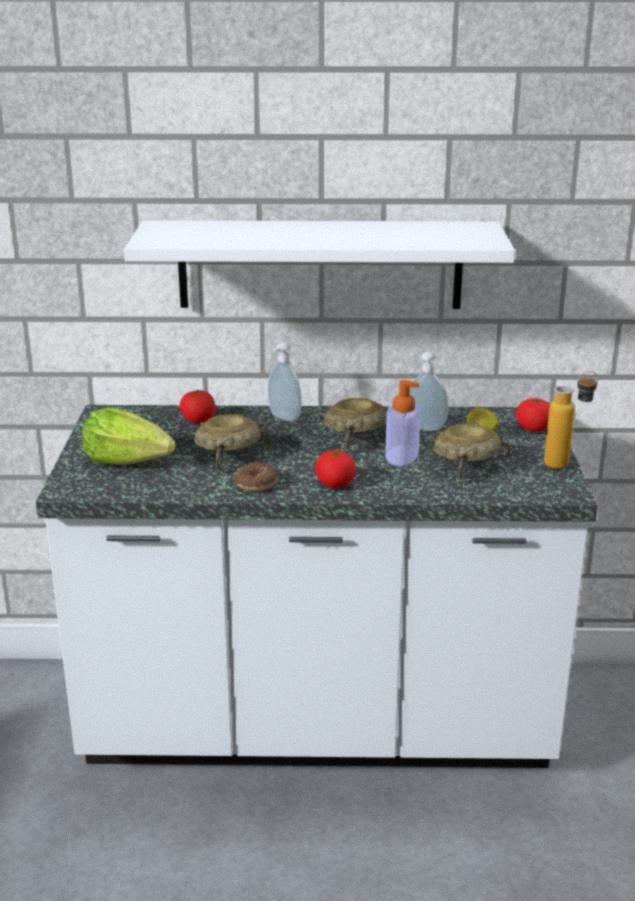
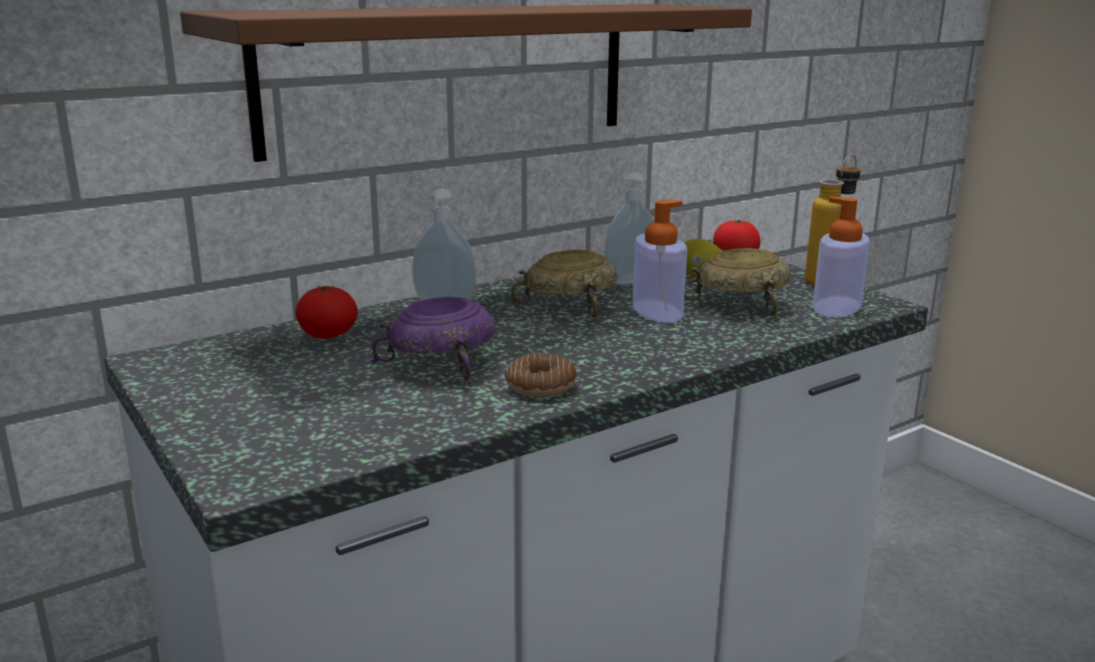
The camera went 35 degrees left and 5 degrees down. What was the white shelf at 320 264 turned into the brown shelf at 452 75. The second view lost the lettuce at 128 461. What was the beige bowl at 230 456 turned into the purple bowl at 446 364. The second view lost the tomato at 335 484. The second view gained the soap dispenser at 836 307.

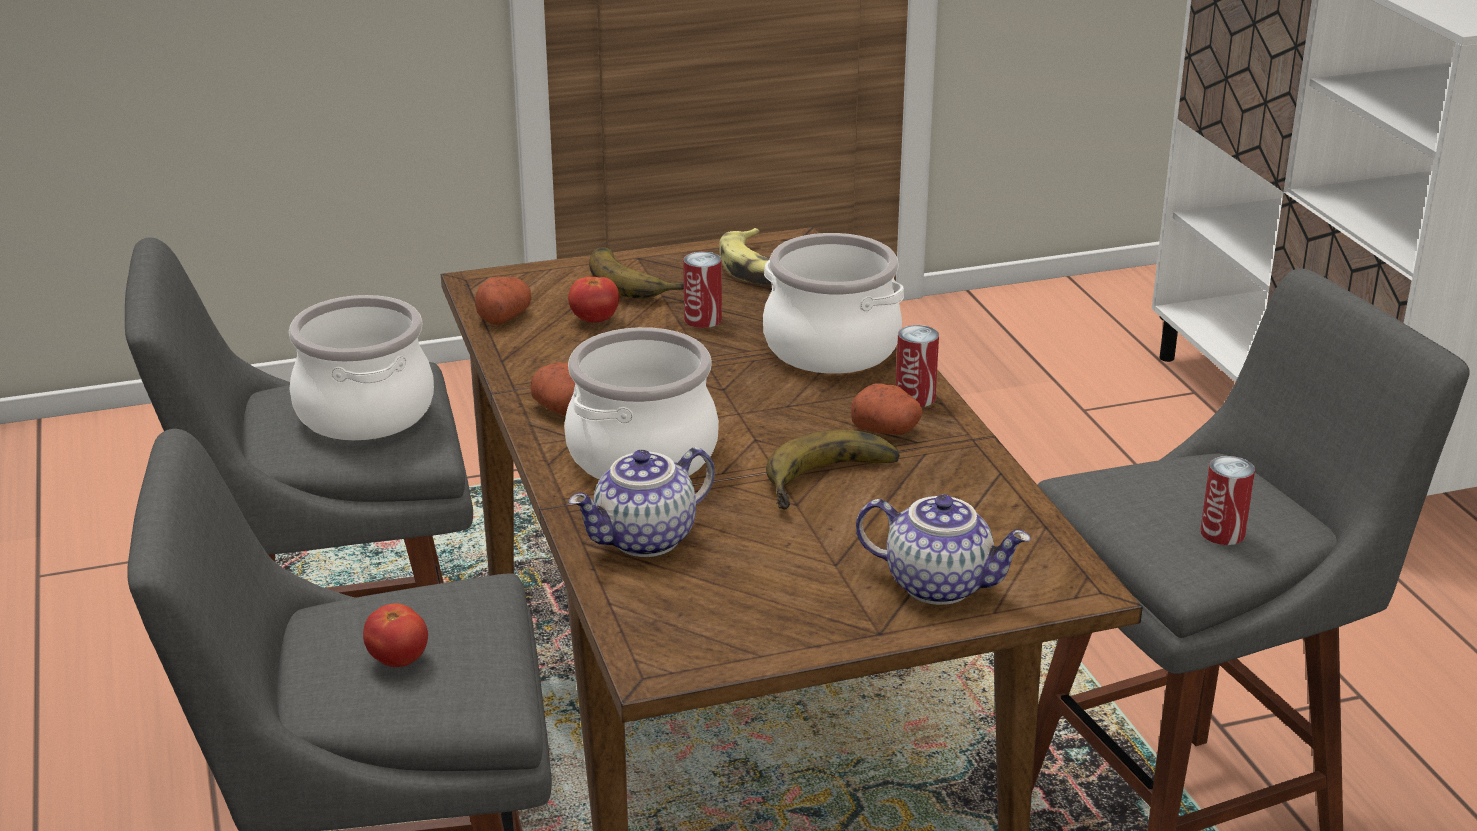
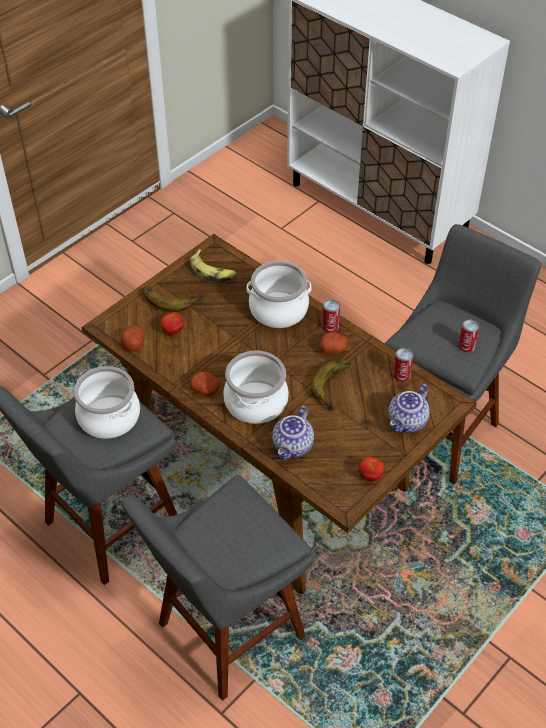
The camera went 30 degrees left and 20 degrees up. The can ended up elsewhere, having gone from 703 319 to 401 375. The teapot at 940 584 ended up facing another way, 135 degrees clockwise from before. The tomato ended up elsewhere, having gone from 398 660 to 370 475.

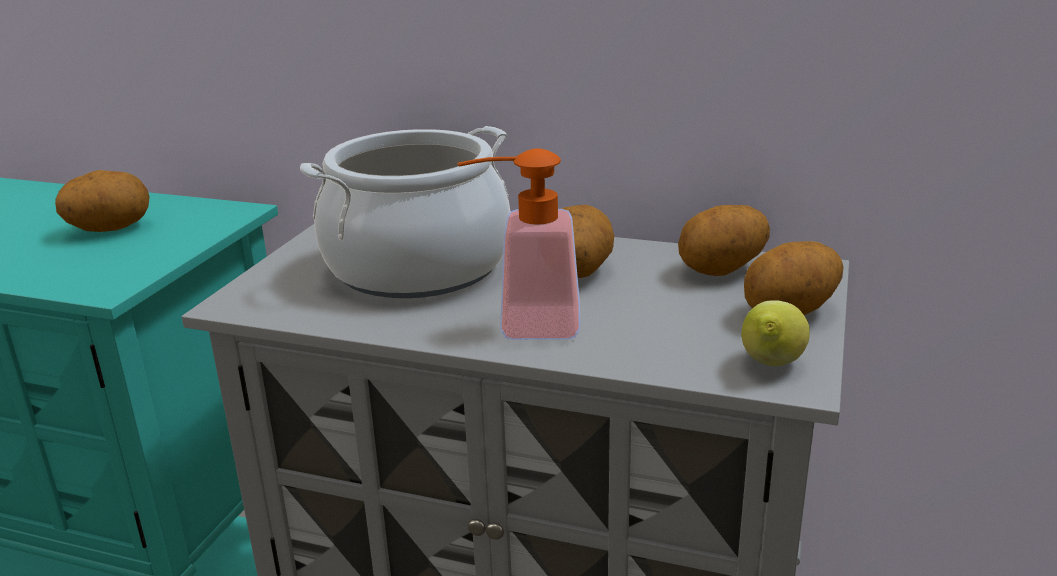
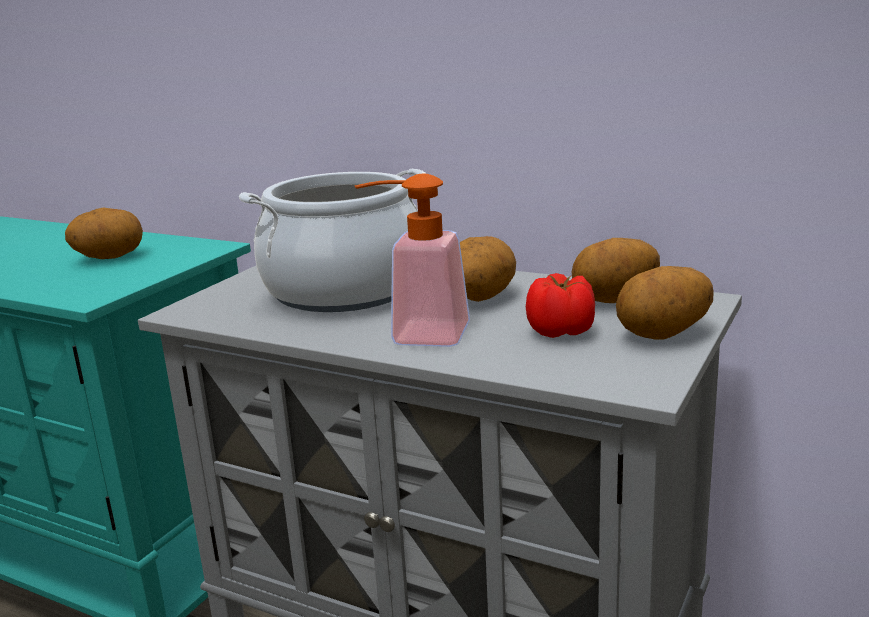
The camera went 10 degrees right and 5 degrees down. The second view lost the lemon at 770 366. The second view gained the tomato at 562 332.

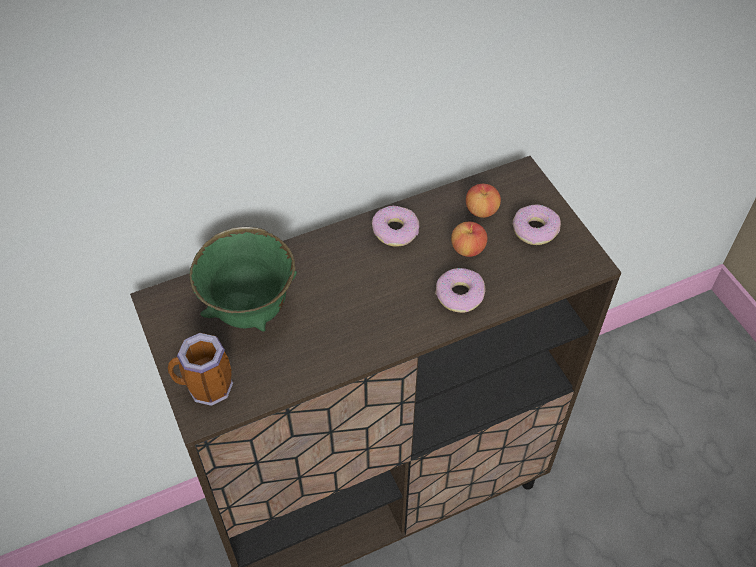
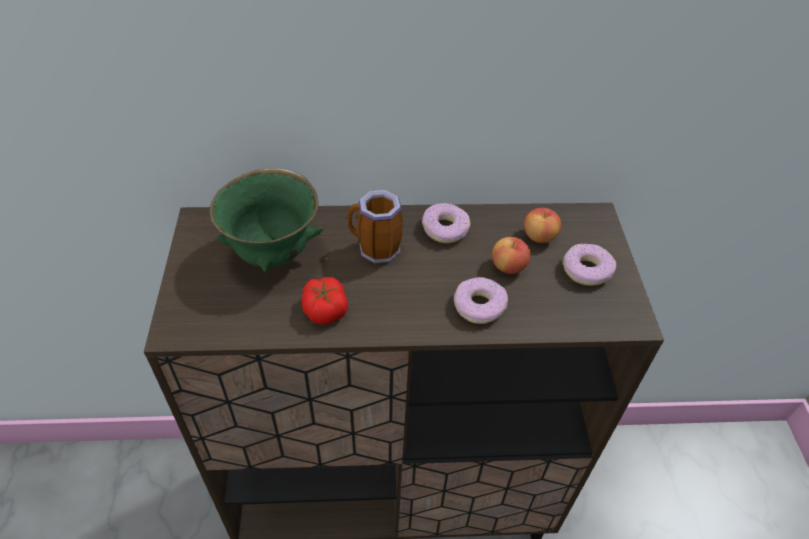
The camera went 20 degrees right and 5 degrees down. The mug ended up elsewhere, having gone from 206 390 to 375 250. The second view gained the tomato at 324 309.

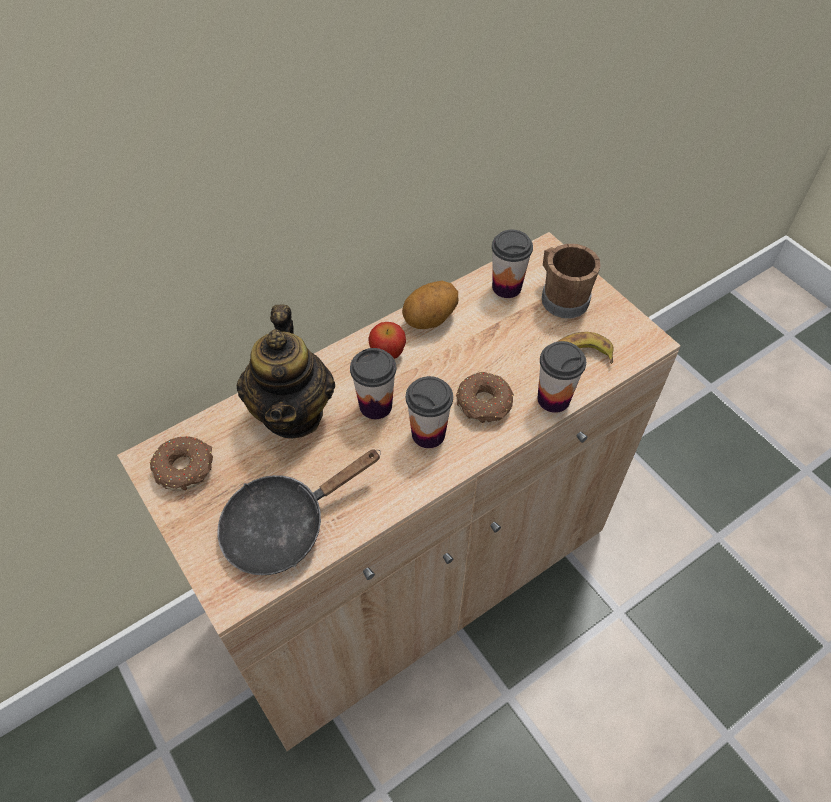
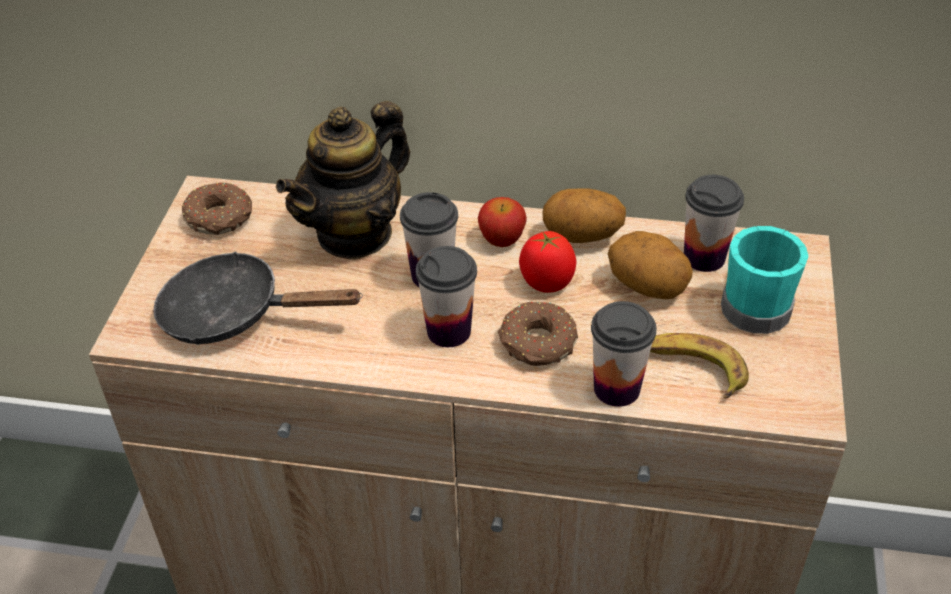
The camera went 45 degrees right and 10 degrees down. What was the brown mug at 561 297 turned into the turquoise mug at 756 304. The second view gained the tomato at 546 284. The second view gained the potato at 647 287.

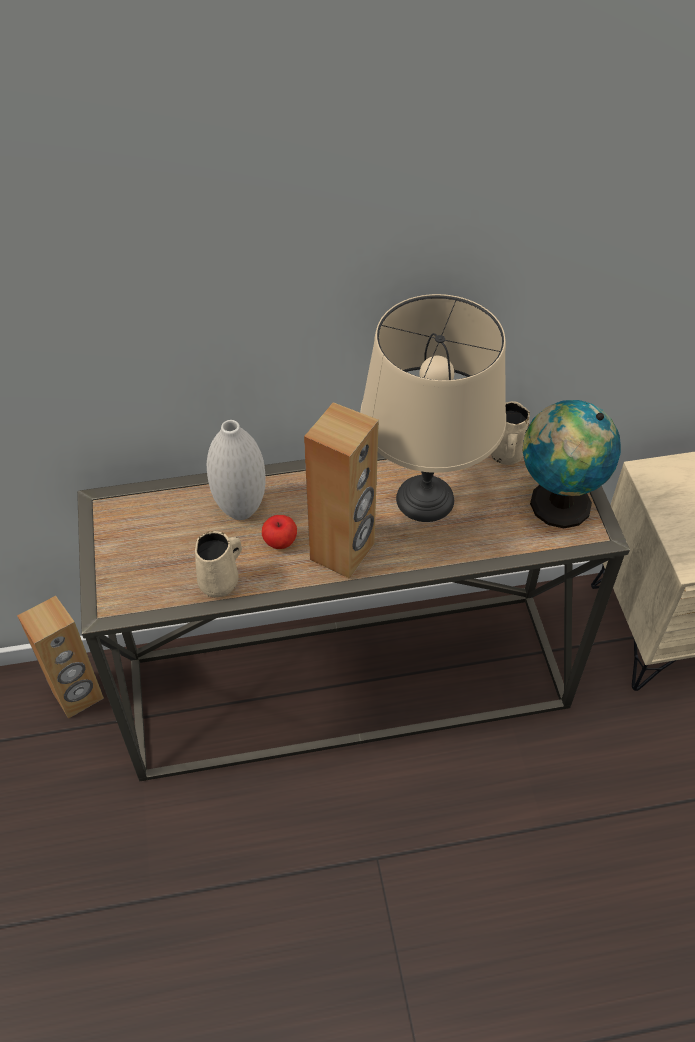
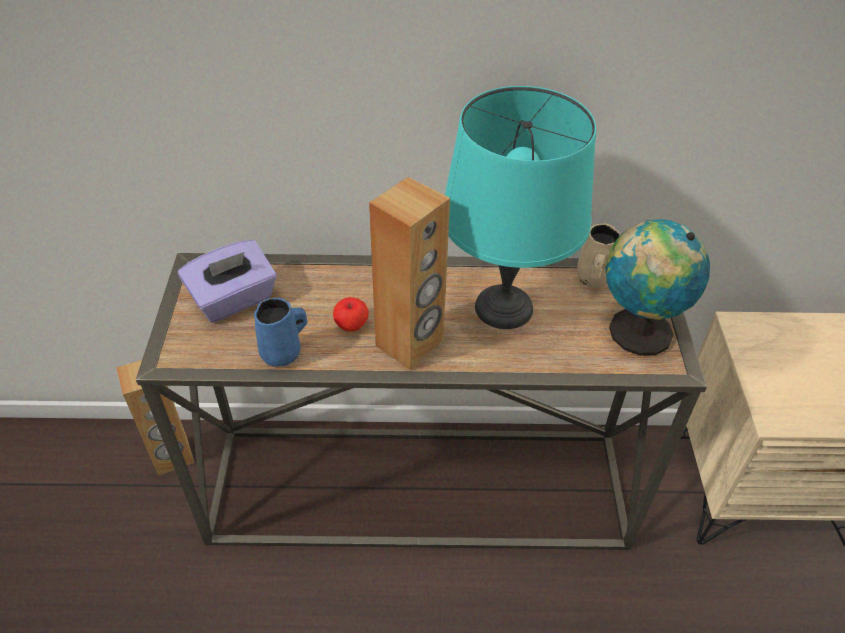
The camera went 10 degrees right and 5 degrees down. What was the beige table lamp at 423 498 turned into the turquoise table lamp at 502 307. The second view lost the white vase at 241 510. What was the beige mug at 221 582 turned into the blue mug at 283 353. The second view gained the purple tissue box at 234 300.

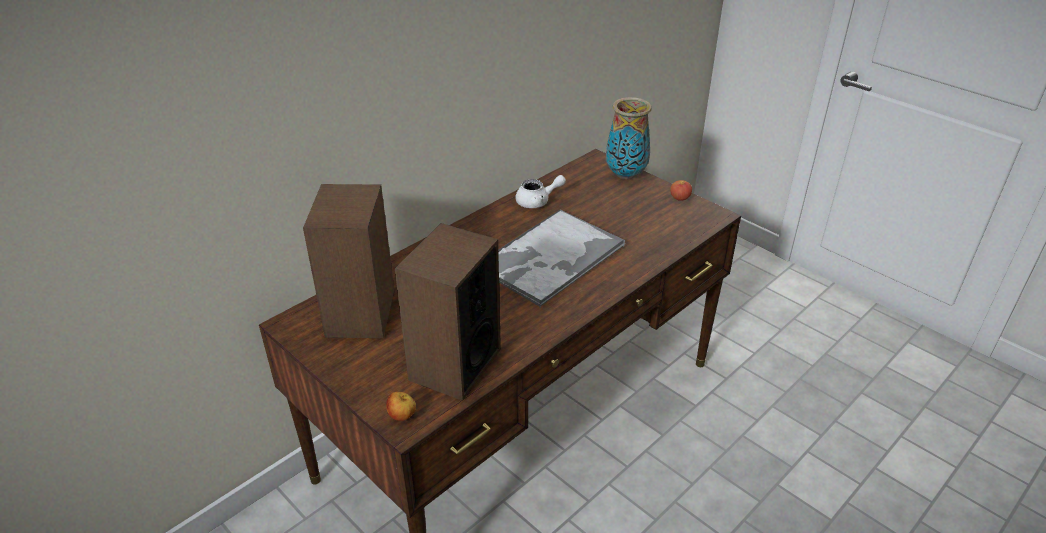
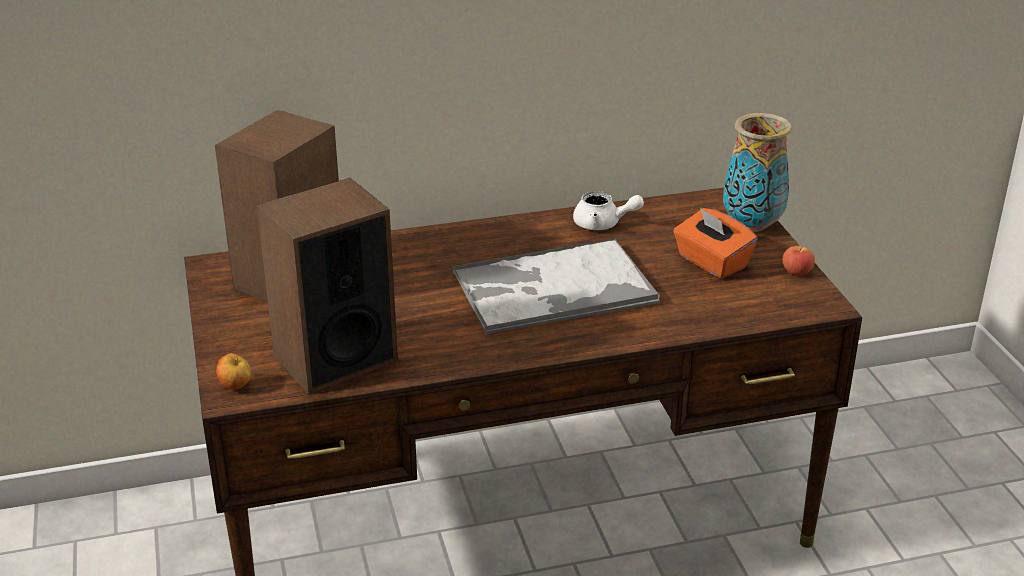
The camera went 30 degrees right and 5 degrees down. The second view gained the orange tissue box at 711 262.

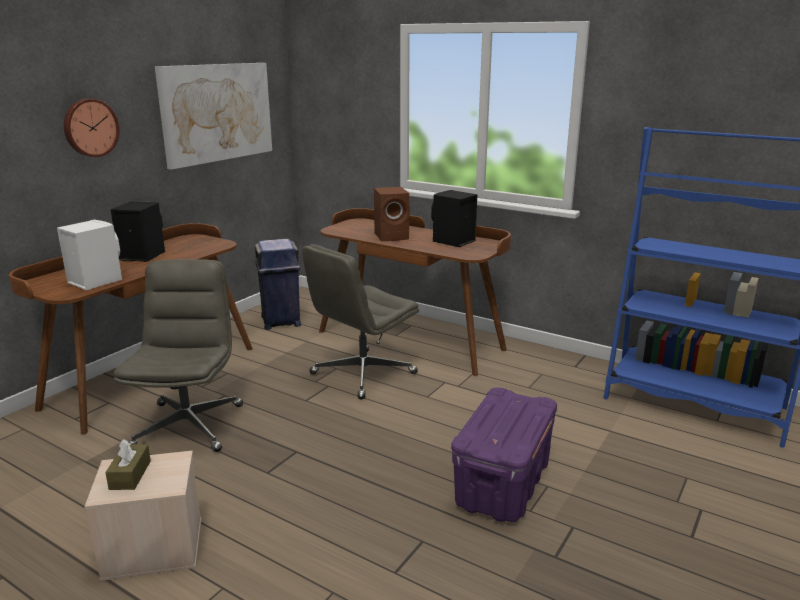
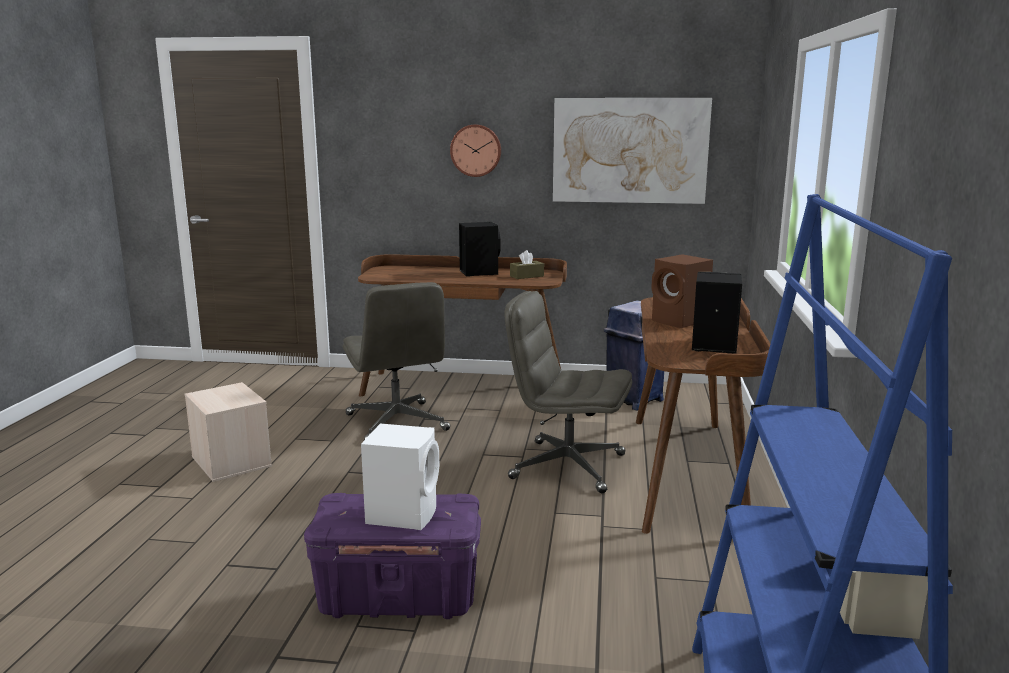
The camera went 65 degrees right and 5 degrees down. The white speaker ended up elsewhere, having gone from 94 281 to 403 513. The grey office chair at 188 426 ended up facing another way, 90 degrees clockwise from before. The brown tissue box ended up elsewhere, having gone from 130 475 to 526 276.

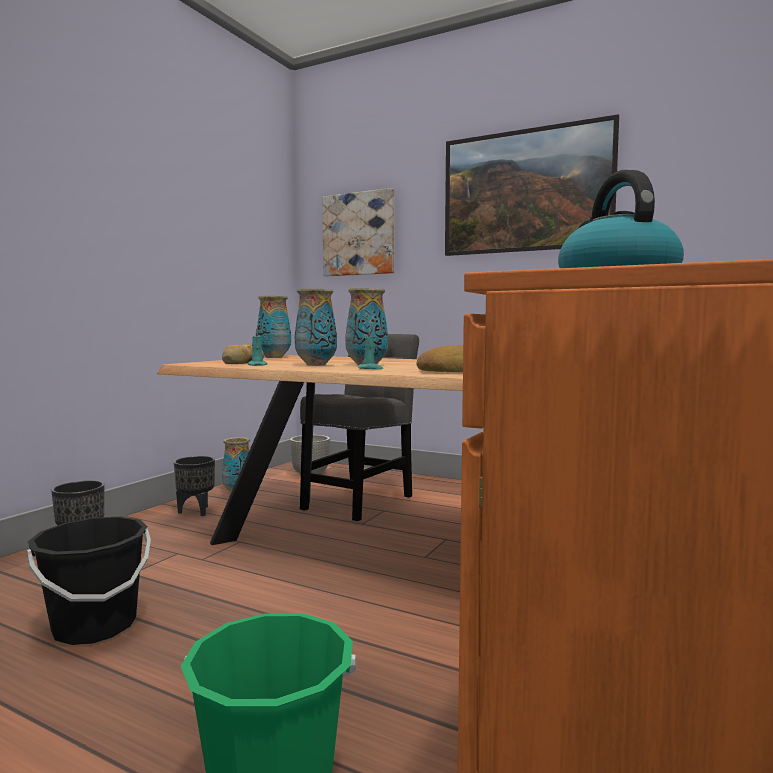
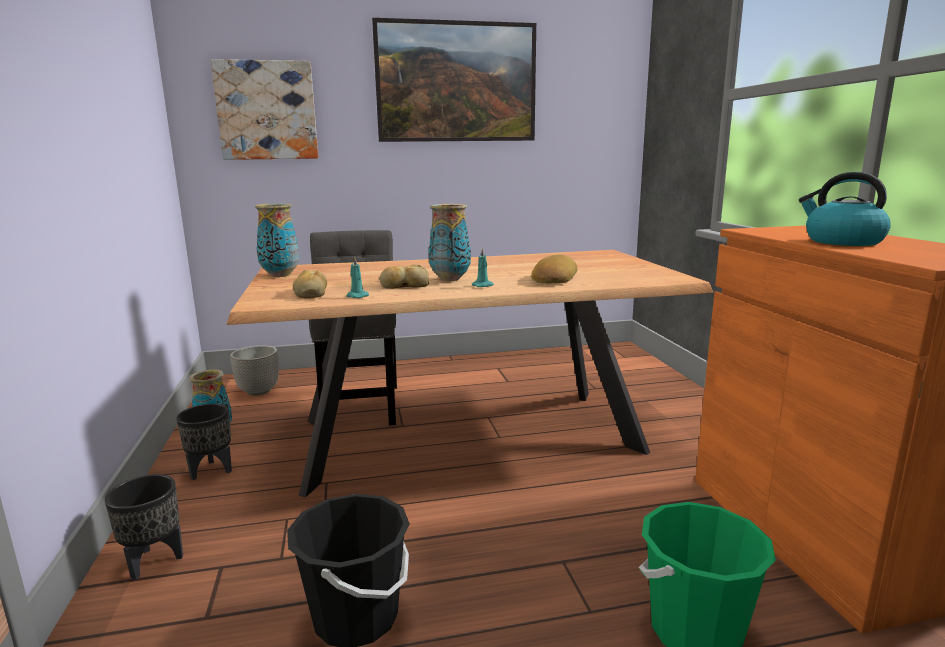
The camera went 40 degrees left and 10 degrees up. Where the vase stood at 316 365, the bread came to stand at 404 285.

